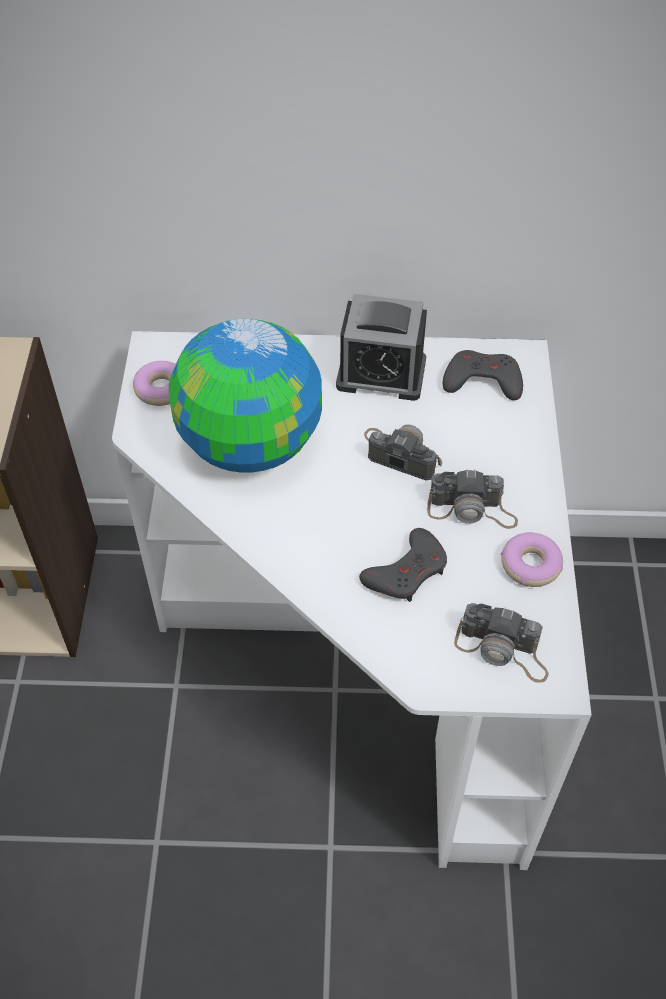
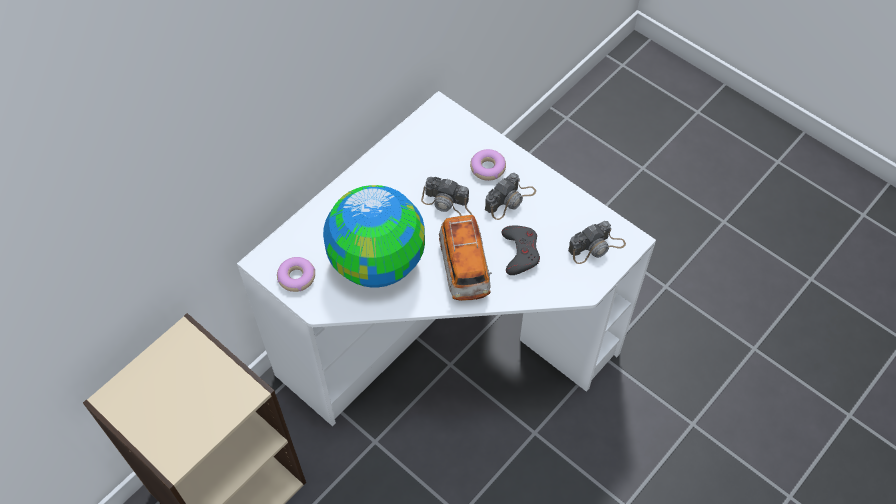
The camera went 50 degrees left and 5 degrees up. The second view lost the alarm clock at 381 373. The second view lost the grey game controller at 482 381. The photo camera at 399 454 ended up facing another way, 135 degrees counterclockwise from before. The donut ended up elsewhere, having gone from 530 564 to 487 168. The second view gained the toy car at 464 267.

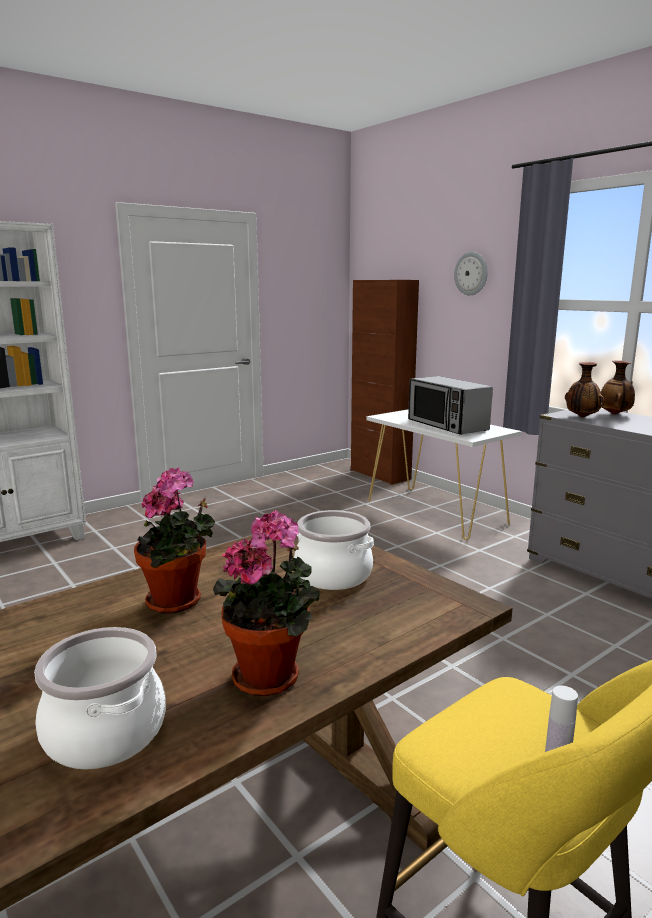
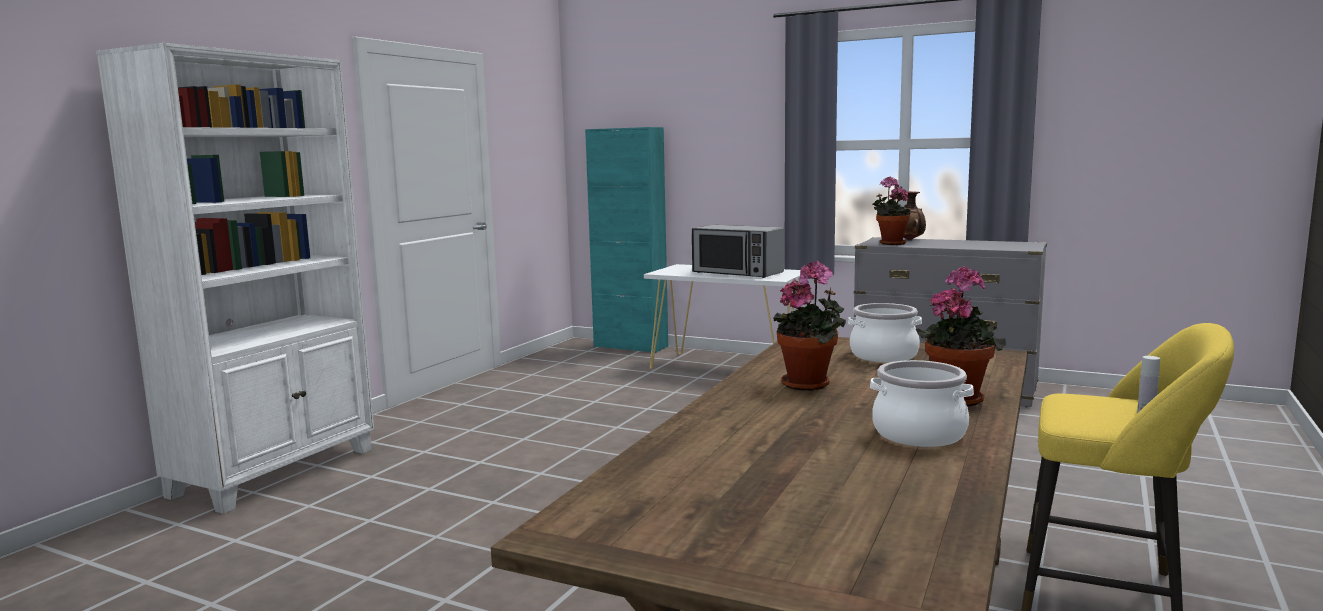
The camera went 25 degrees left and 5 degrees down. The second view lost the wall clock at 471 273. What was the brown cabinet at 380 475 turned into the turquoise cabinet at 630 347. Where the vase stood at 581 417, the potted plant came to stand at 890 244.

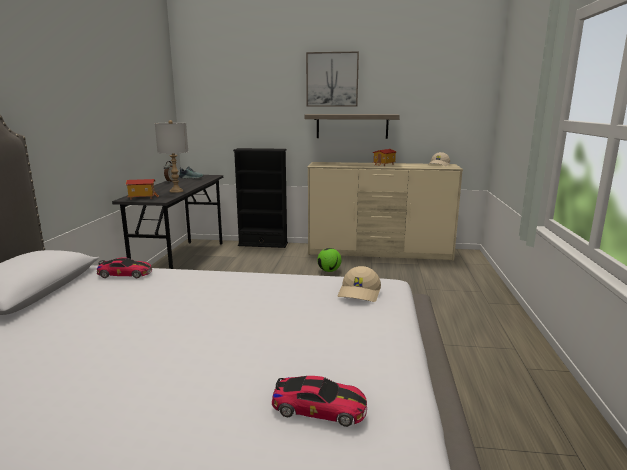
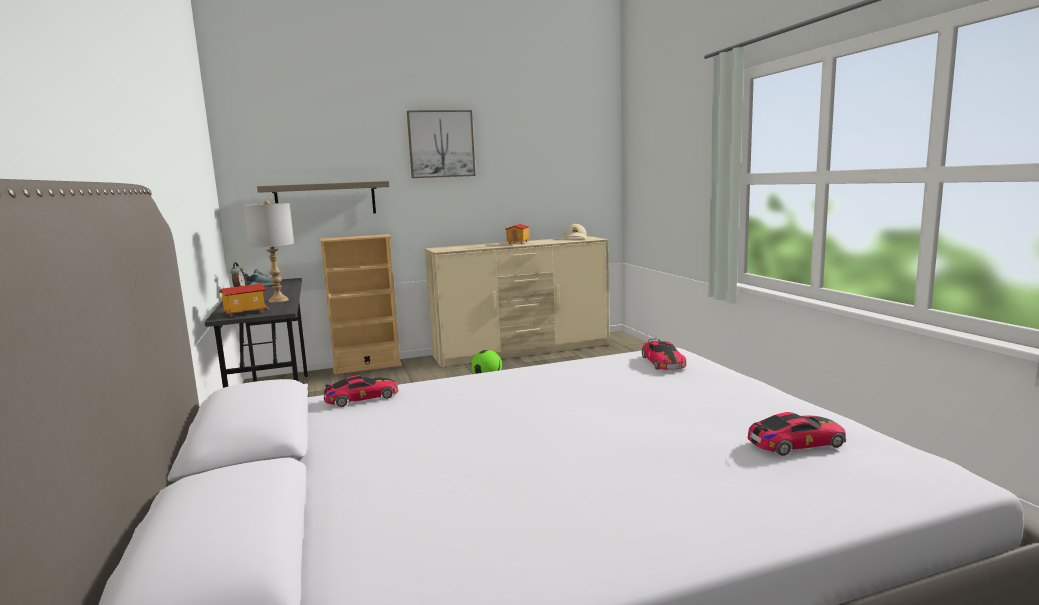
The camera went 25 degrees left and 5 degrees down. The shelf ended up elsewhere, having gone from 352 126 to 326 199. What was the black bookcase at 263 244 turned into the beige bookcase at 367 367. Where the beige cap stood at 360 293, the toy car came to stand at 662 362.

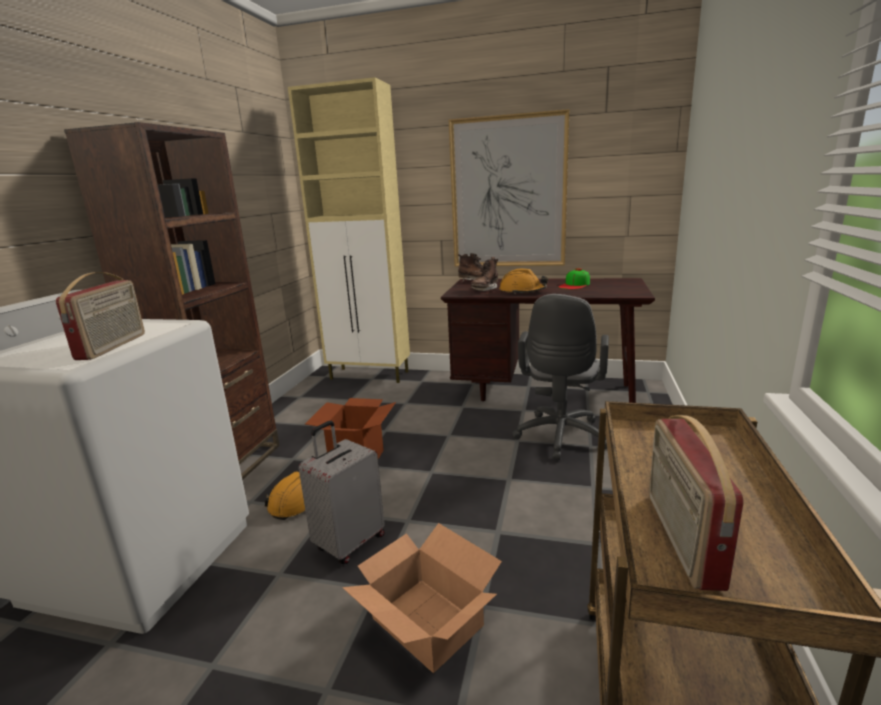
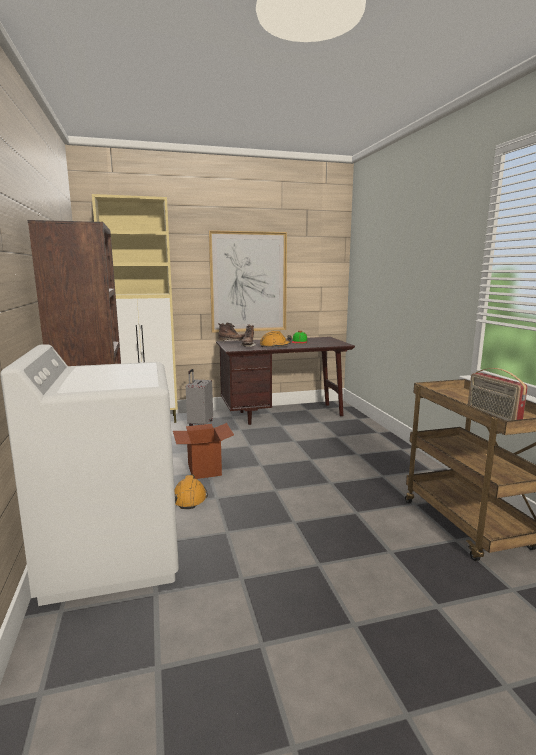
The camera went 30 degrees left and 5 degrees down. The second view lost the radio at 113 346. The second view lost the grey office chair at 560 438. The grey suitcase ended up elsewhere, having gone from 349 542 to 200 424. The second view lost the cardboard box at 427 623.

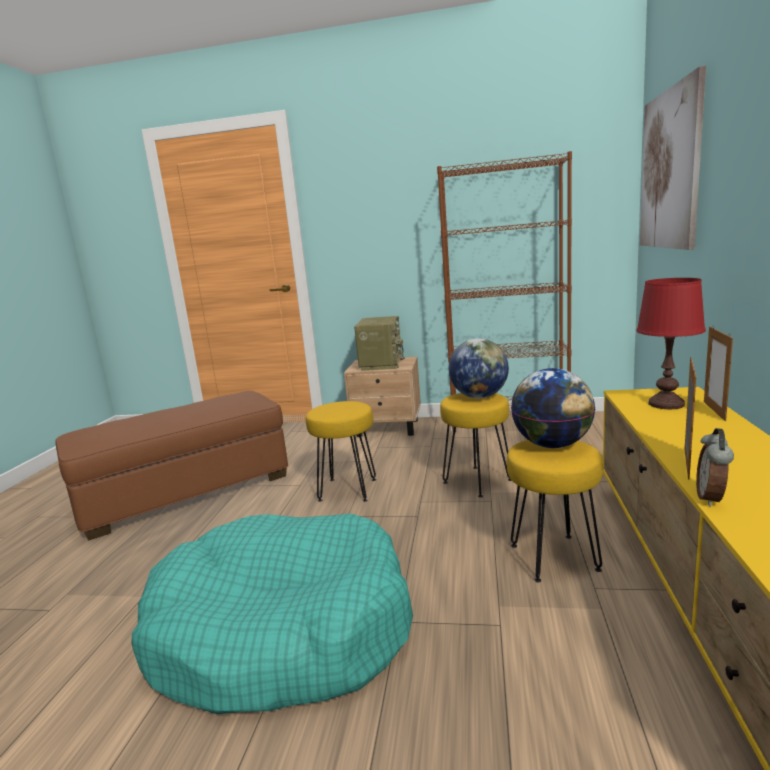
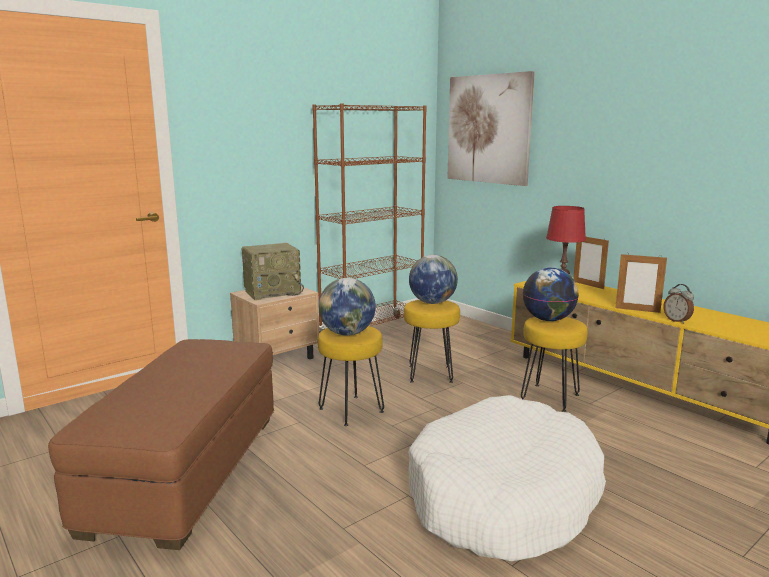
The camera went 50 degrees left and 0 degrees up. The radio at 381 364 ended up facing another way, 105 degrees clockwise from before. The picture frame at 686 463 ended up facing another way, 135 degrees clockwise from before. What was the turquoise dog bed at 281 631 turned into the white dog bed at 503 498. The second view gained the globe at 347 334.

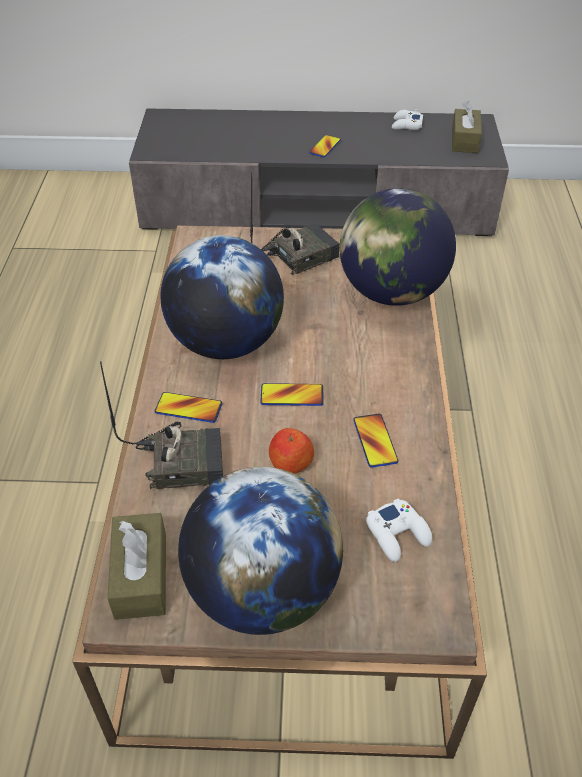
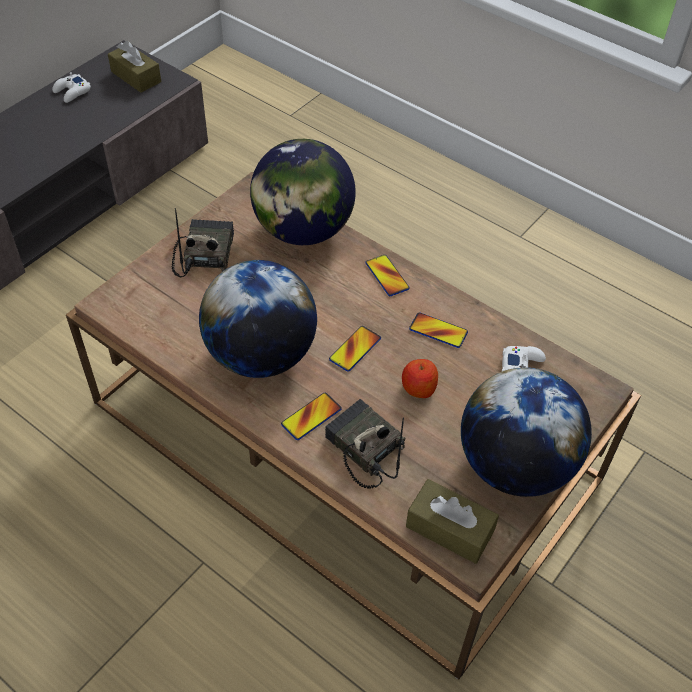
The camera went 55 degrees left and 5 degrees up. The phone ended up elsewhere, having gone from 325 147 to 387 276. The radio at 182 461 ended up facing another way, 75 degrees counterclockwise from before.

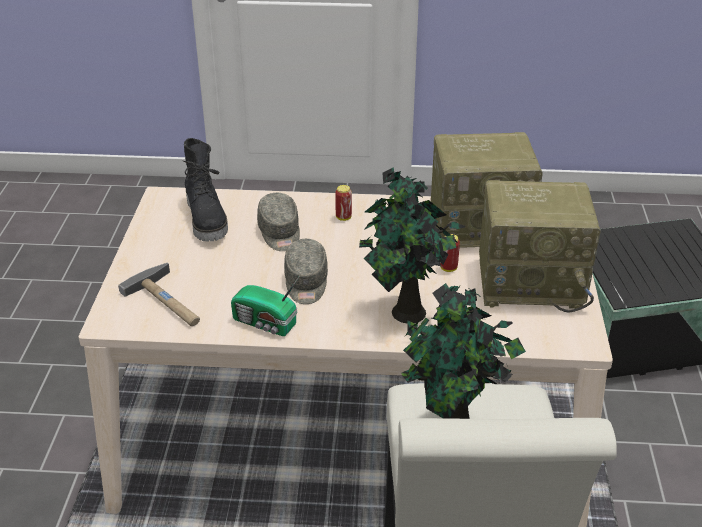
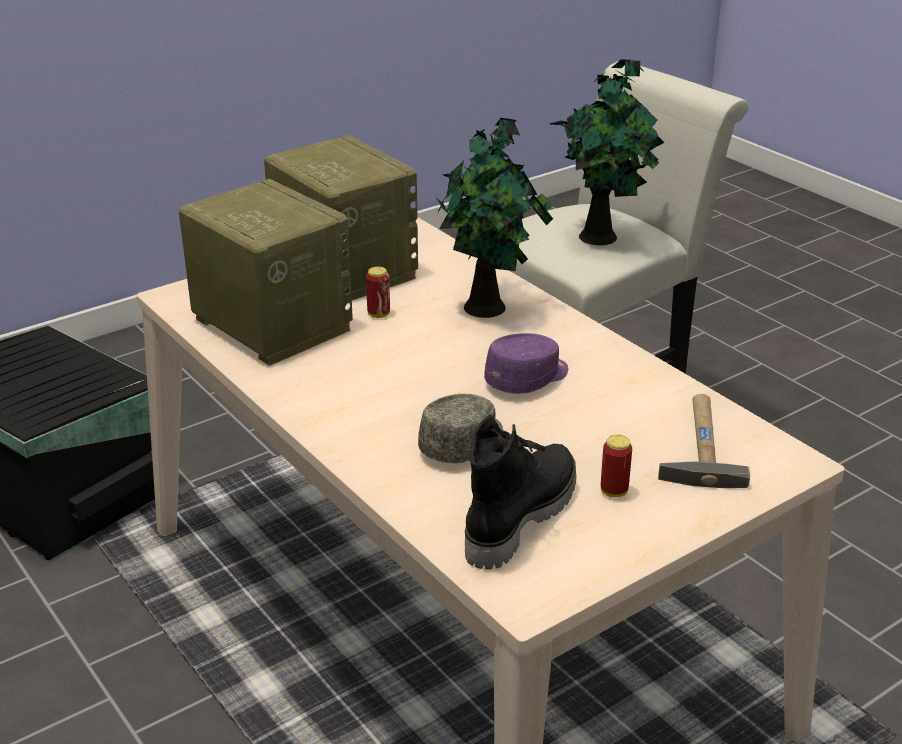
The camera went 130 degrees left and 5 degrees down. The can ended up elsewhere, having gone from 343 217 to 614 491. What was the grey cap at 306 283 turned into the purple cap at 528 379. The second view lost the radio at 265 323.

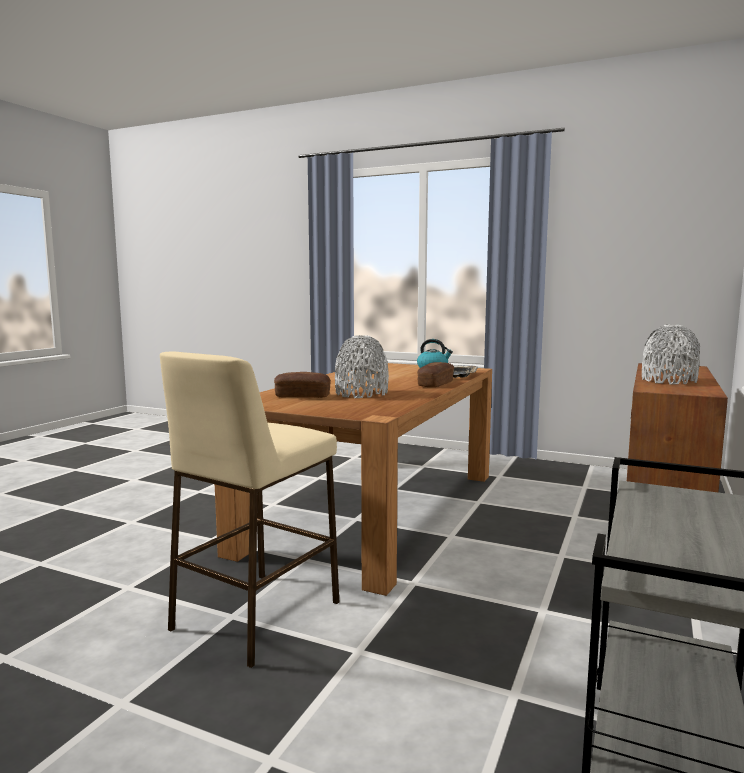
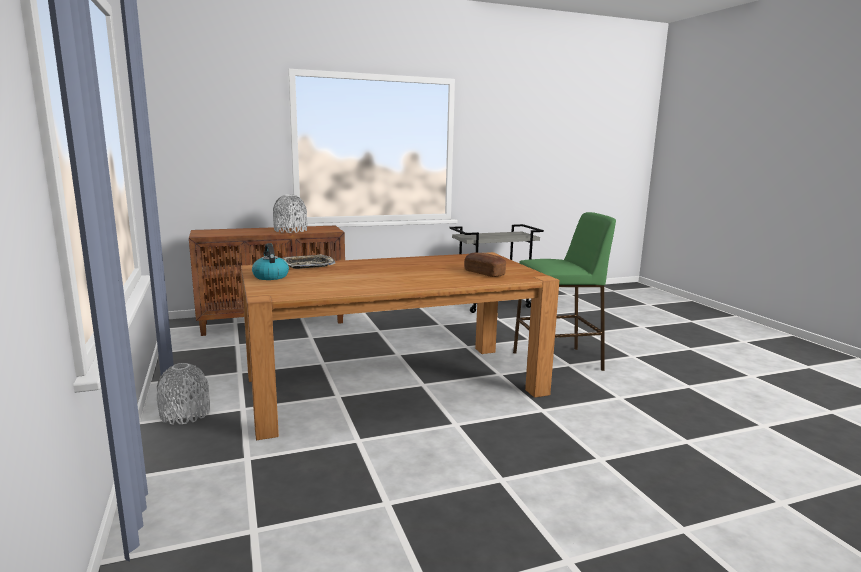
The camera went 135 degrees left and 5 degrees up. The grey vase ended up elsewhere, having gone from 361 393 to 185 414. What was the beige stool at 256 616 turned into the green stool at 557 361. The second view lost the bread at 435 384.

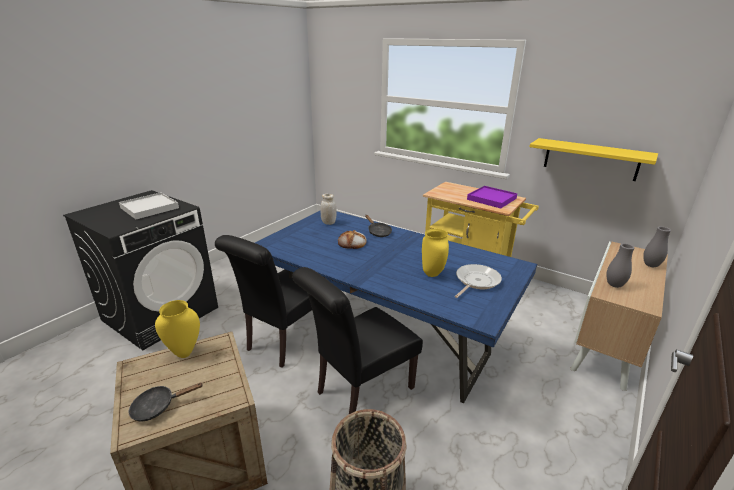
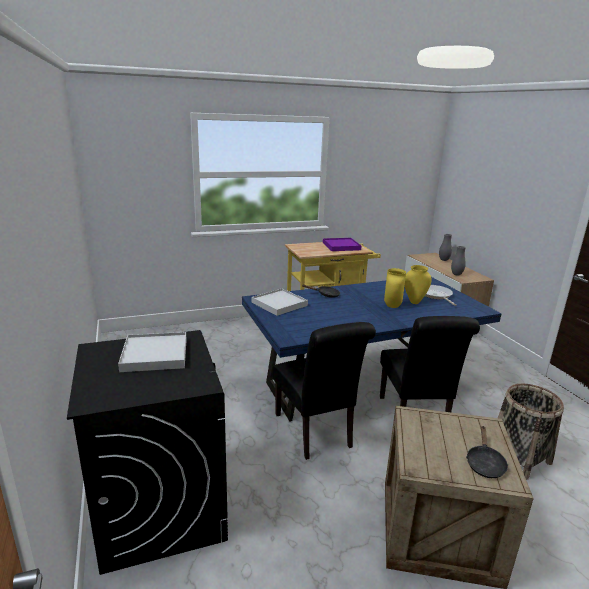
The camera went 55 degrees left and 5 degrees down. The second view lost the yellow shelf at 590 159. Where the white jar stood at 328 223, the white tray came to stand at 279 304. The second view lost the bread at 352 243. The yellow vase ended up elsewhere, having gone from 185 352 to 391 306.

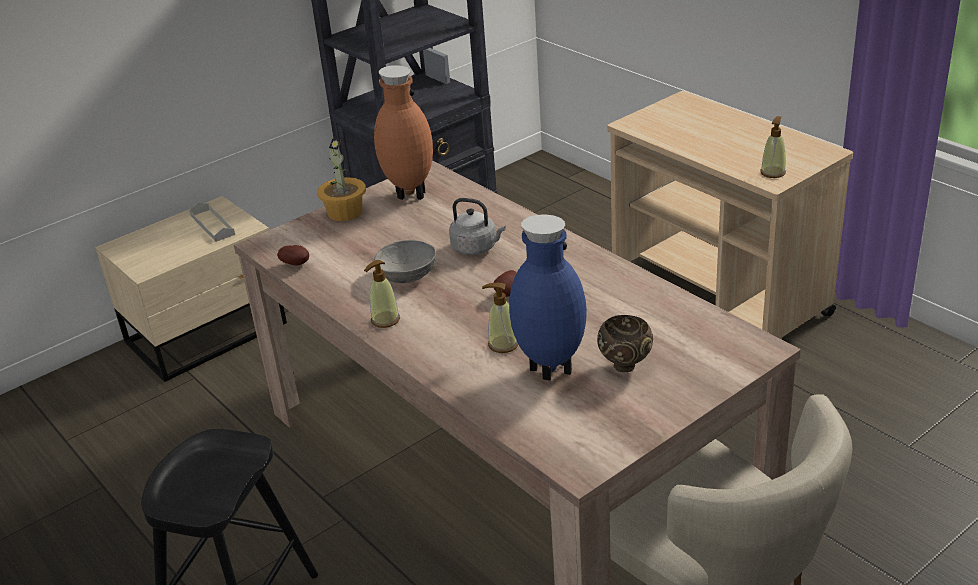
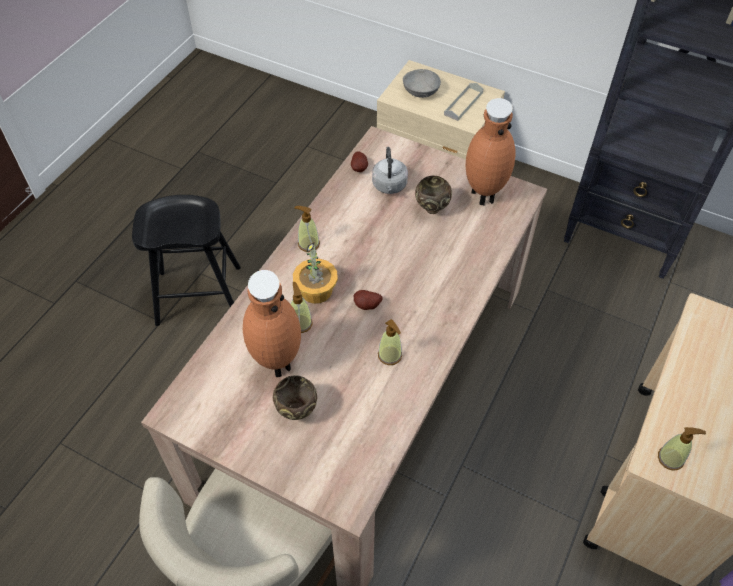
The camera went 65 degrees right and 20 degrees up. The potted plant ended up elsewhere, having gone from 345 212 to 317 291. The grey kettle ended up elsewhere, having gone from 476 248 to 389 186. What was the blue vase at 550 371 turned into the brown vase at 276 363. The grey bowl ended up elsewhere, having gone from 408 275 to 421 91. The second view gained the brown bowl at 431 208. The second view gained the soap dispenser at 390 355.

